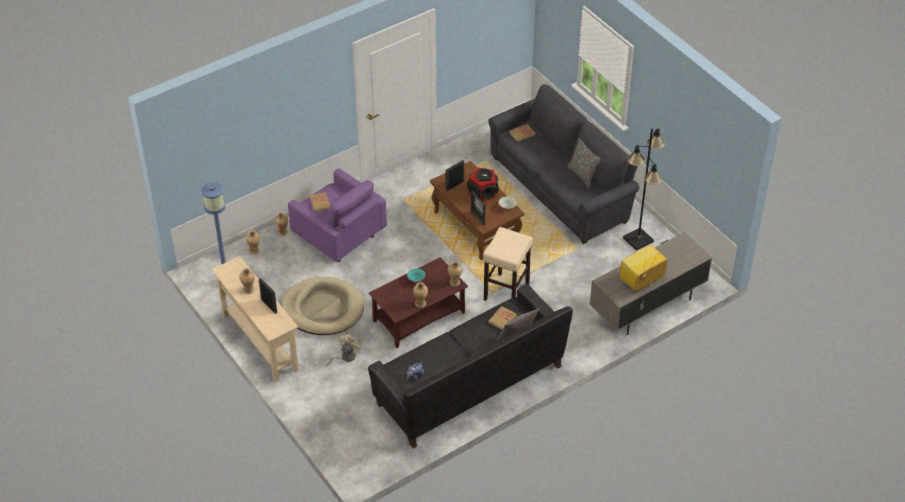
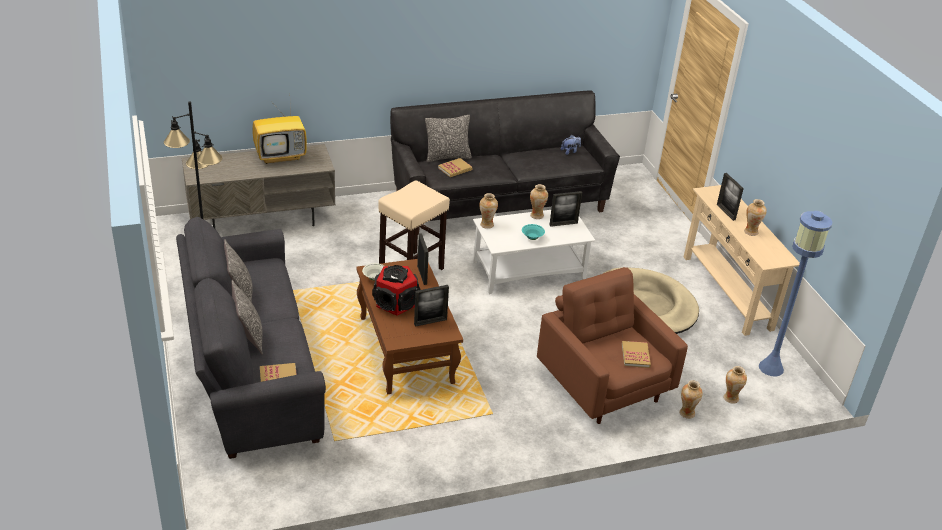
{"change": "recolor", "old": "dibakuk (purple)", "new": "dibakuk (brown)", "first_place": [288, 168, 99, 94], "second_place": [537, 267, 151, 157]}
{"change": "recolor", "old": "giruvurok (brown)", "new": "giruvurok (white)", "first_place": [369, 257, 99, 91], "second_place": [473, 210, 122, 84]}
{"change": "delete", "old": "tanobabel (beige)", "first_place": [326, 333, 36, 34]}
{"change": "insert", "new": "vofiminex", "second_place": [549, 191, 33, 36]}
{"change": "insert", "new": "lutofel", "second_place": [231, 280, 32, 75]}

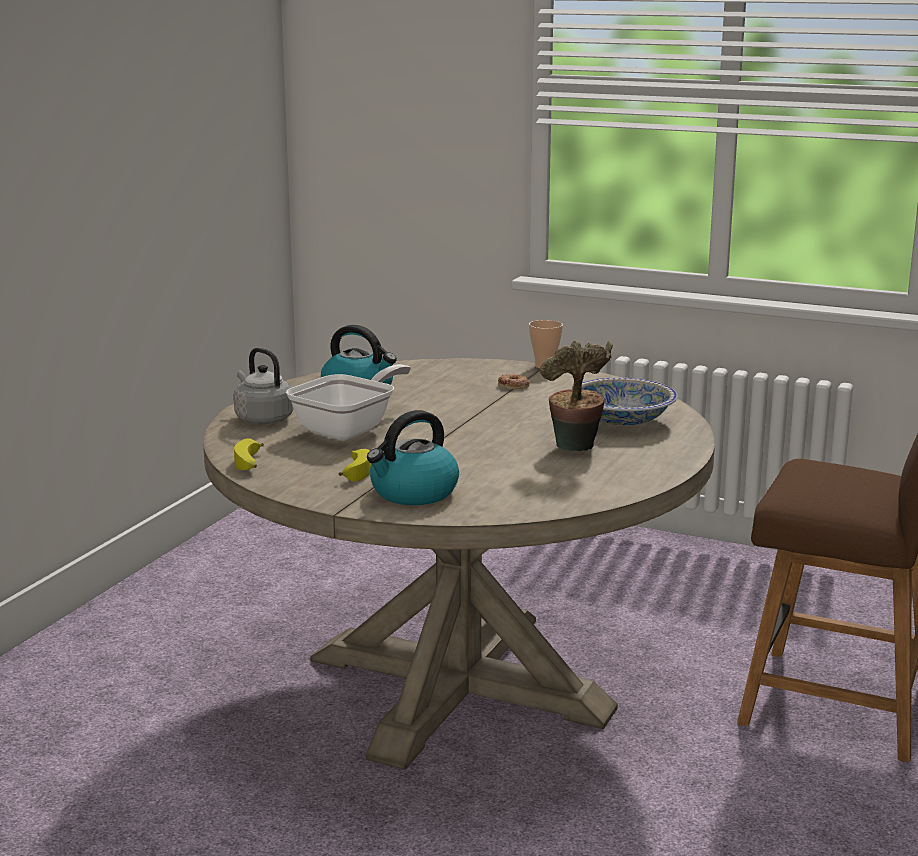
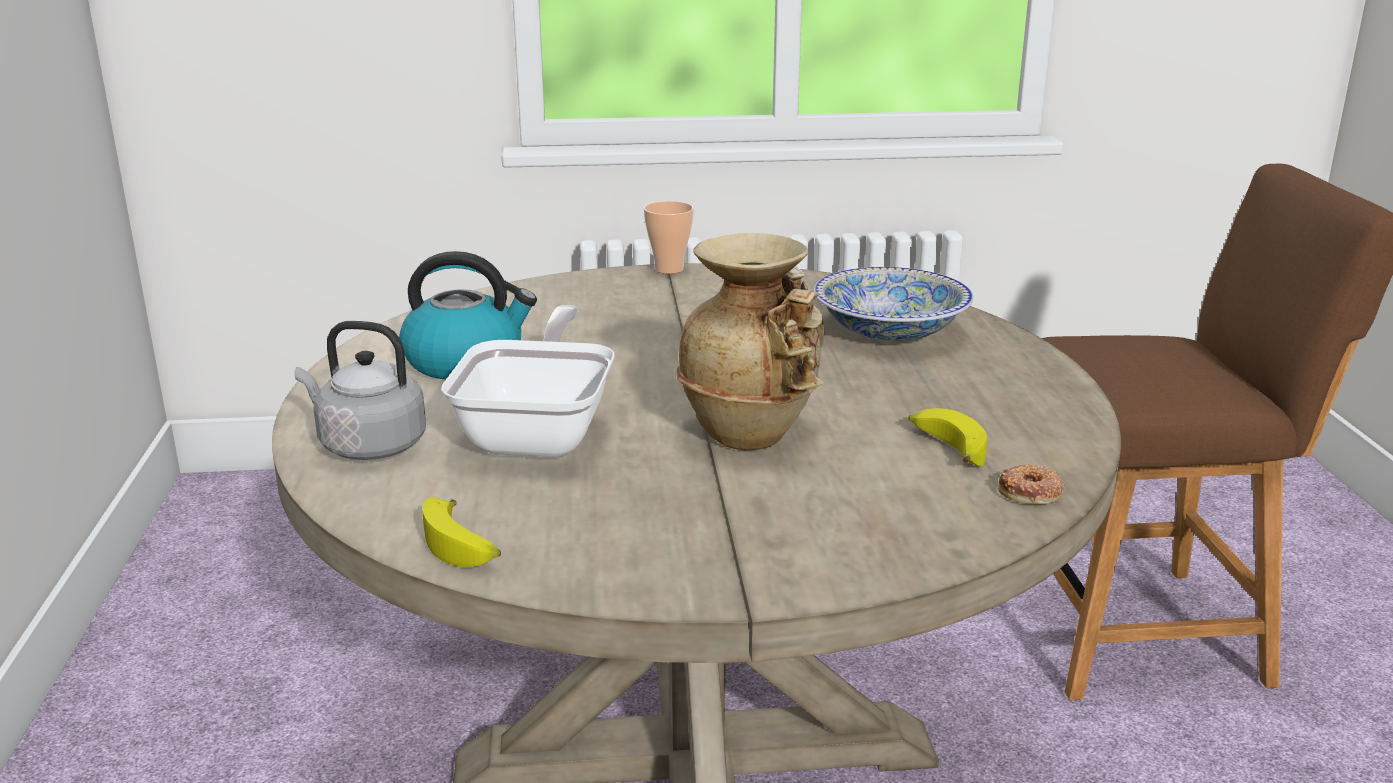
{"change": "delete", "old": "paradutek", "first_place": [540, 340, 73, 111]}
{"change": "move", "old": "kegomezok", "first_place": [498, 374, 32, 15], "second_place": [998, 464, 67, 40]}
{"change": "delete", "old": "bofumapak", "first_place": [367, 410, 92, 95]}
{"change": "move", "old": "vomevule", "first_place": [339, 449, 32, 32], "second_place": [908, 408, 79, 58]}
{"change": "insert", "new": "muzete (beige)", "second_place": [676, 233, 149, 217]}

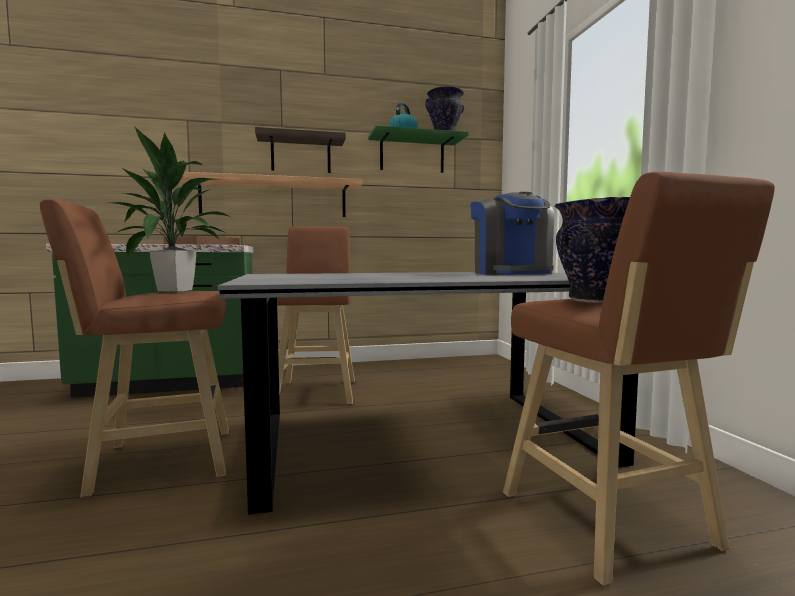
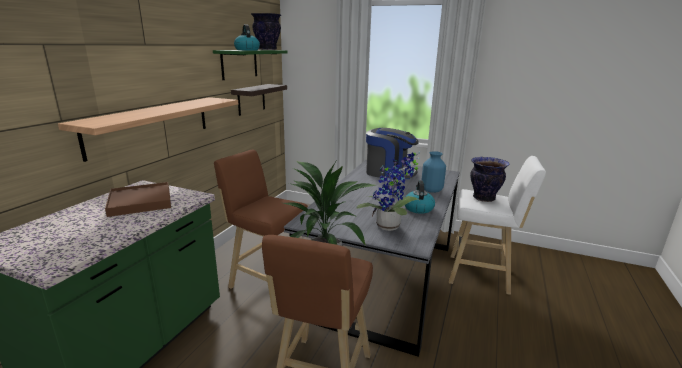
{"change": "move", "old": "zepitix", "first_place": [255, 127, 91, 46], "second_place": [231, 84, 56, 32]}
{"change": "recolor", "old": "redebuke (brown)", "new": "redebuke (white)", "first_place": [503, 172, 272, 413], "second_place": [449, 156, 97, 139]}
{"change": "insert", "new": "paradutek", "second_place": [356, 151, 65, 80]}
{"change": "insert", "new": "muzete (blue)", "second_place": [422, 151, 24, 42]}
{"change": "insert", "new": "bofumapak", "second_place": [405, 180, 30, 34]}

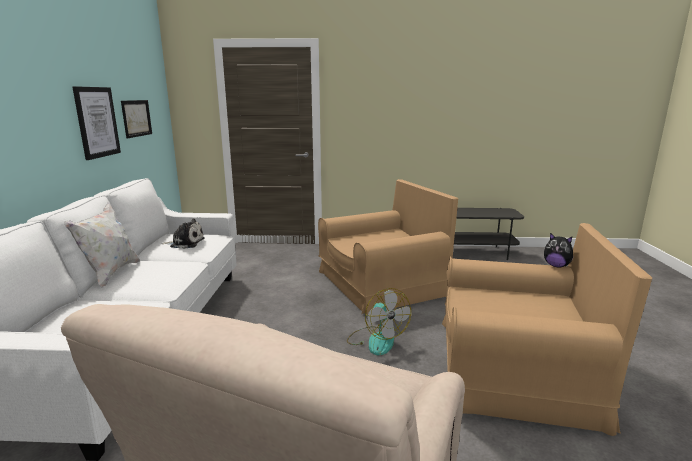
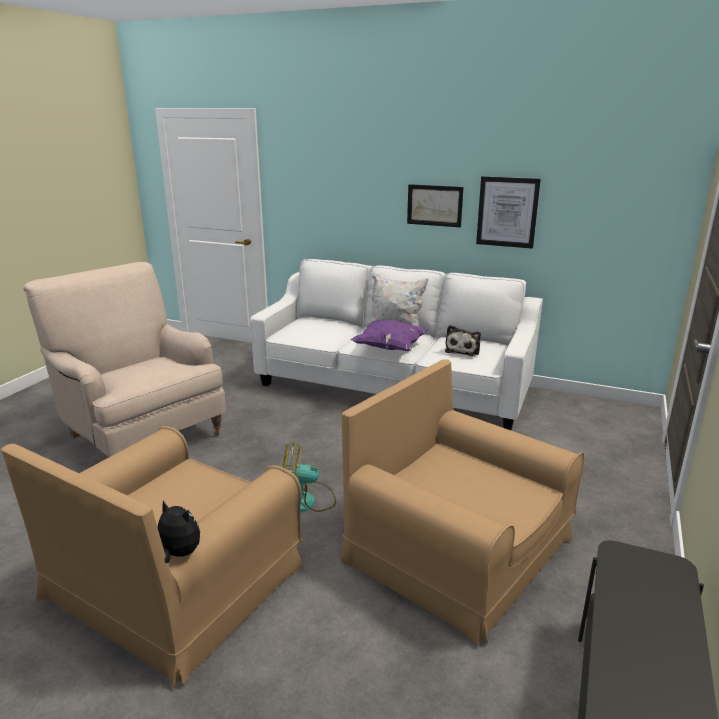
{"change": "move", "old": "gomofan", "first_place": [121, 100, 31, 38], "second_place": [407, 184, 56, 43]}
{"change": "rotate", "old": "dibakuk (brown)", "first_place": [318, 179, 140, 136], "second_place": [339, 359, 245, 287], "degrees": 135}
{"change": "rotate", "old": "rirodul", "first_place": [544, 233, 29, 35], "second_place": [158, 500, 42, 63], "degrees": 60}
{"change": "insert", "new": "lutofel (purple)", "second_place": [350, 320, 79, 31]}

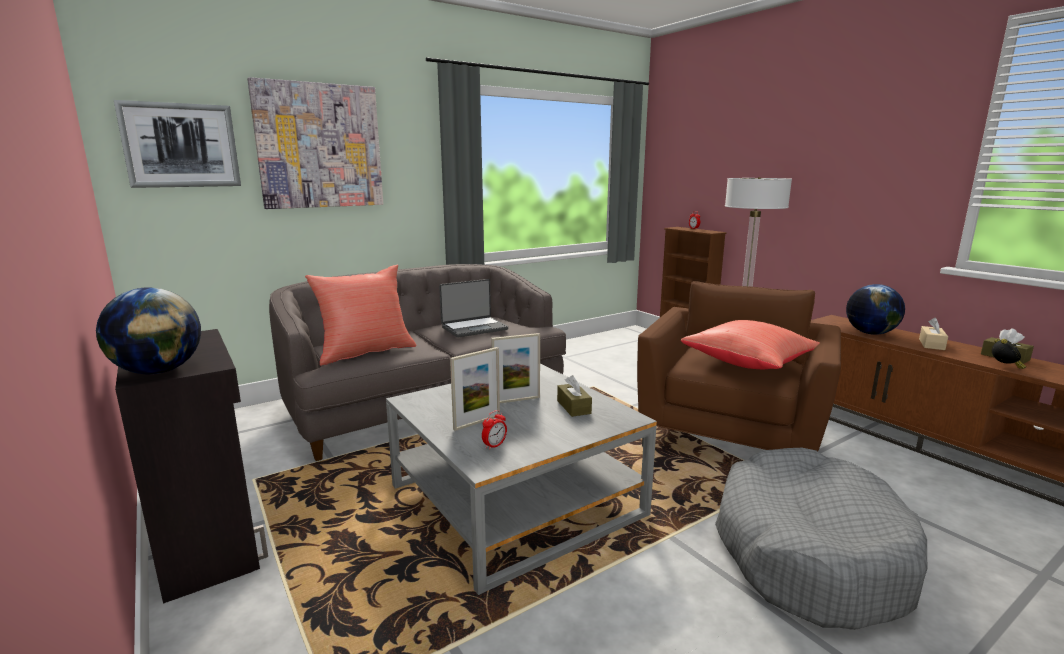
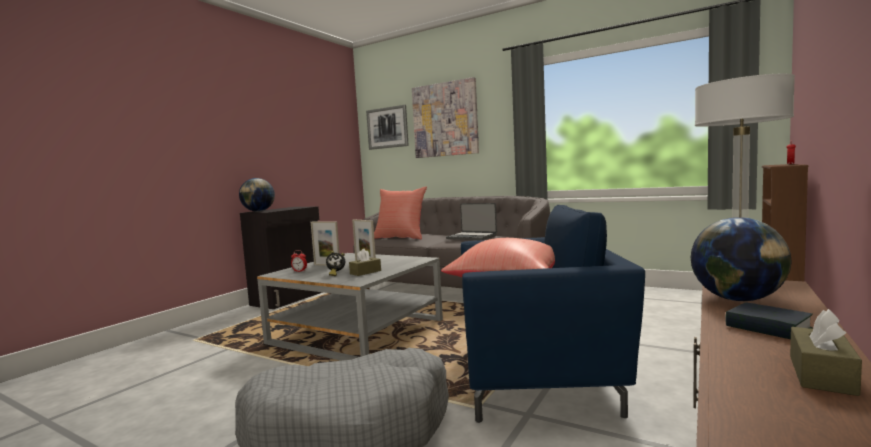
{"change": "recolor", "old": "dibakuk (brown)", "new": "dibakuk (blue)", "first_place": [637, 281, 204, 170], "second_place": [461, 205, 184, 218]}
{"change": "replace", "old": "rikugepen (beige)", "new": "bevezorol", "first_place": [919, 317, 29, 33], "second_place": [725, 302, 88, 37]}
{"change": "move", "old": "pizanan", "first_place": [992, 338, 34, 31], "second_place": [326, 251, 19, 25]}

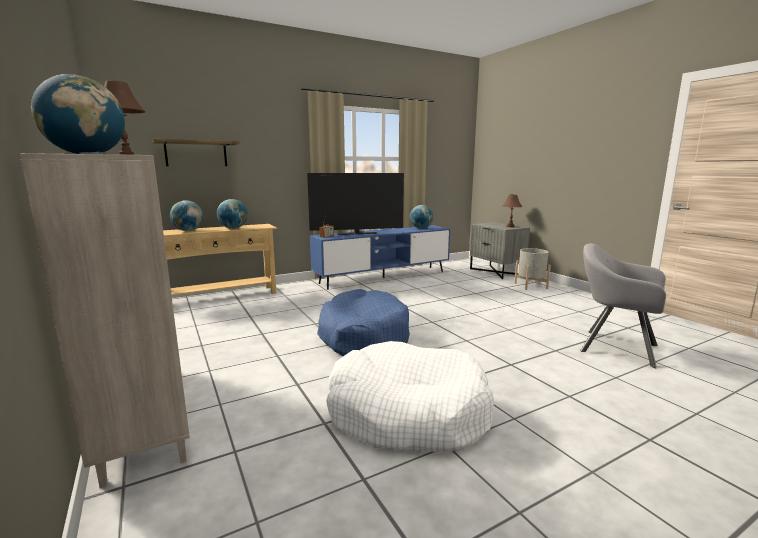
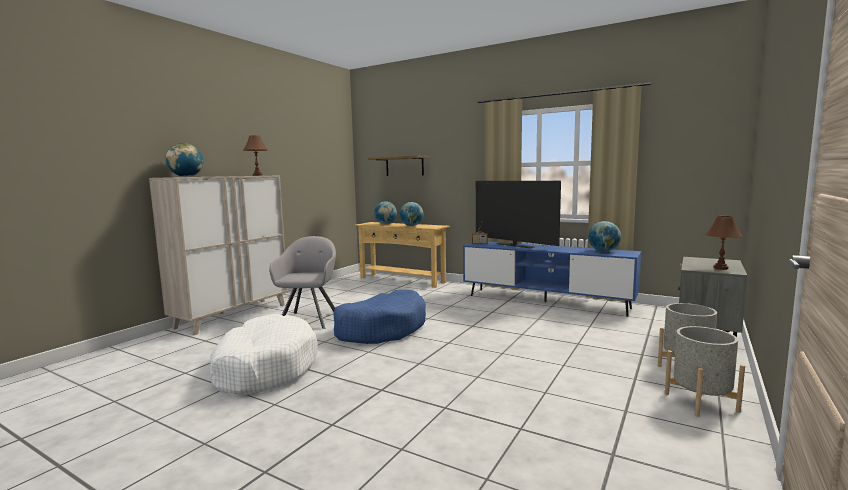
{"change": "move", "old": "dibakuk (grey)", "first_place": [580, 243, 86, 125], "second_place": [269, 236, 67, 93]}
{"change": "insert", "new": "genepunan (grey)", "second_place": [665, 326, 80, 91]}

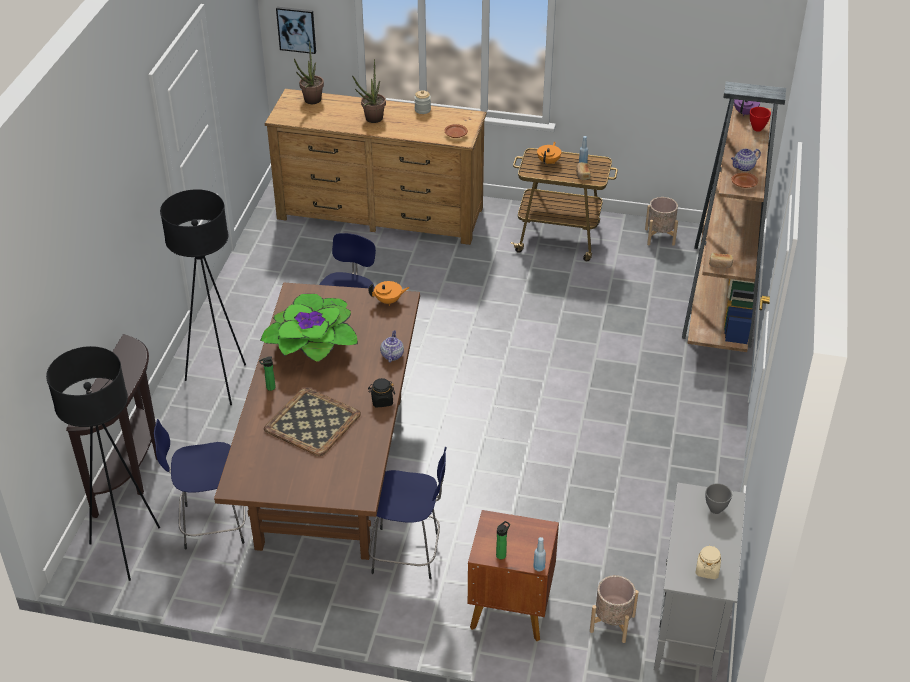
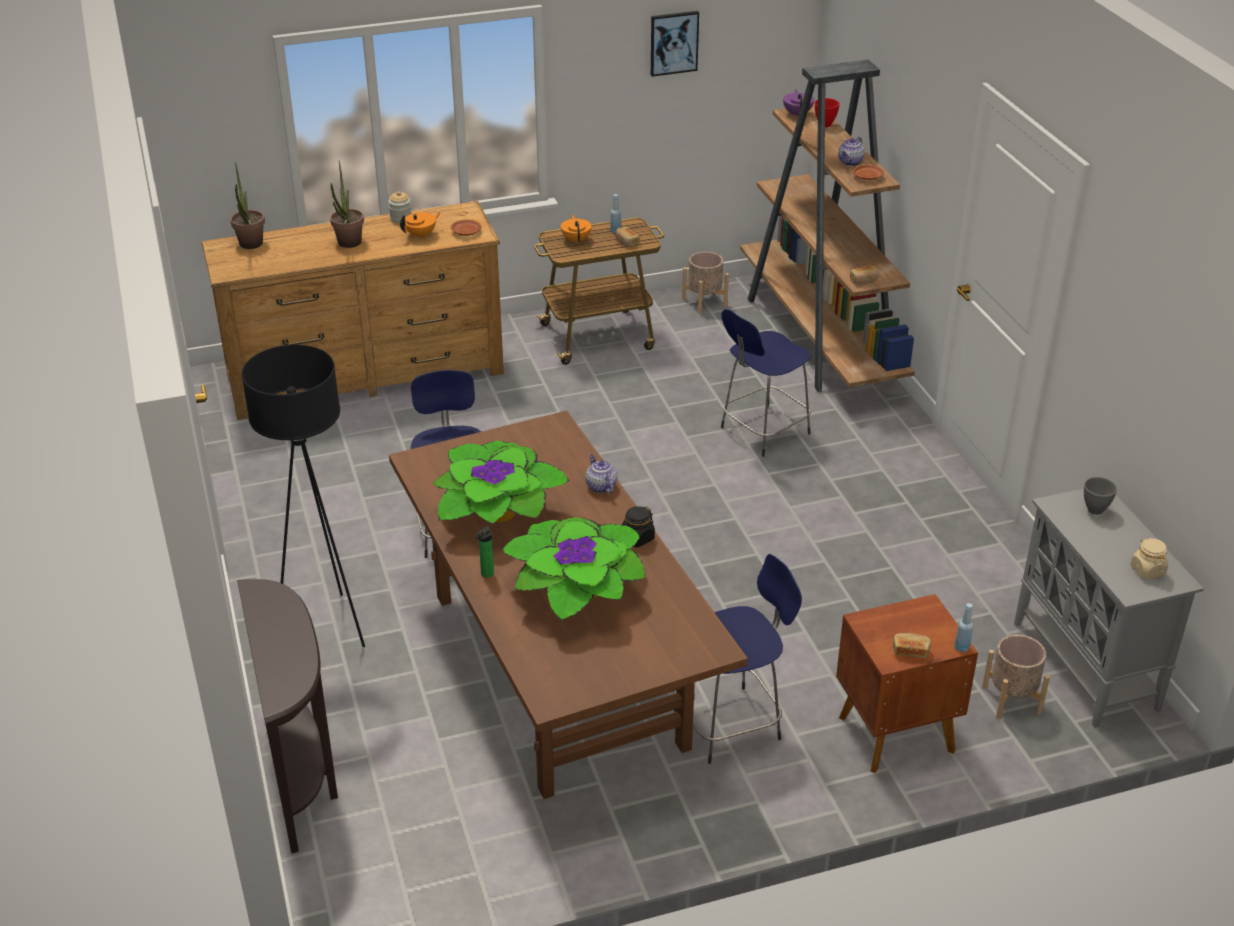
{"change": "move", "old": "gomofan", "first_place": [276, 7, 40, 47], "second_place": [651, 11, 48, 66]}
{"change": "move", "old": "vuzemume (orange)", "first_place": [368, 281, 42, 25], "second_place": [400, 212, 41, 27]}
{"change": "delete", "old": "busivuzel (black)", "first_place": [46, 346, 114, 235]}
{"change": "replace", "old": "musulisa", "new": "paradutek", "first_place": [264, 388, 97, 68], "second_place": [502, 517, 144, 104]}
{"change": "move", "old": "redebuke (blue)", "first_place": [154, 419, 91, 131], "second_place": [721, 309, 90, 148]}
{"change": "replace", "old": "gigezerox", "new": "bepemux", "first_place": [496, 521, 14, 38], "second_place": [893, 633, 38, 25]}

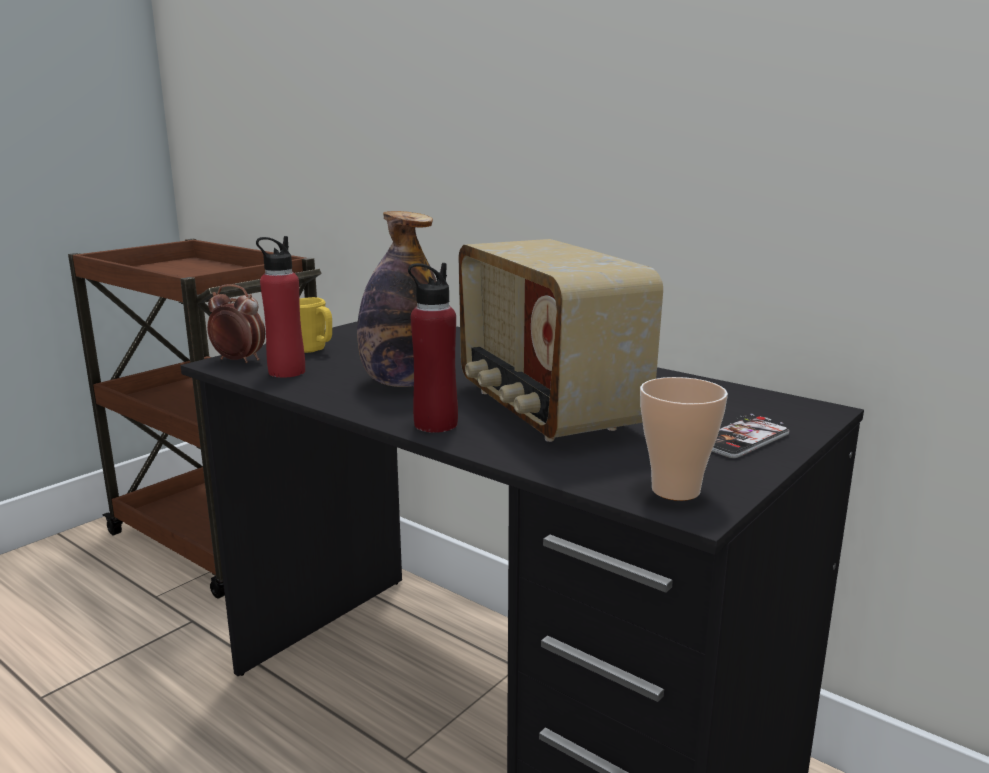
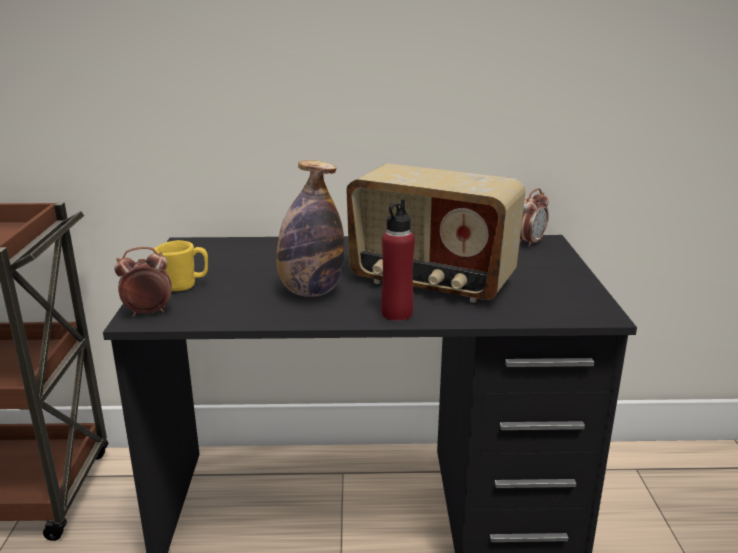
{"change": "delete", "old": "gigezerox (red)", "first_place": [256, 236, 49, 142]}
{"change": "delete", "old": "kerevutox", "first_place": [640, 377, 88, 124]}
{"change": "delete", "old": "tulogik", "first_place": [712, 413, 77, 45]}
{"change": "insert", "new": "pizanan", "second_place": [520, 189, 29, 58]}

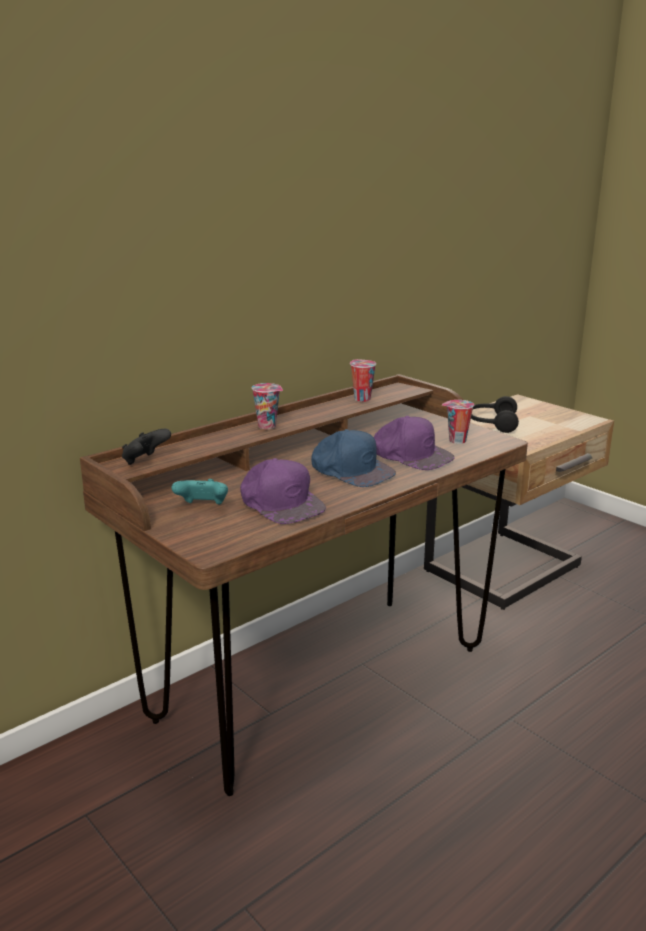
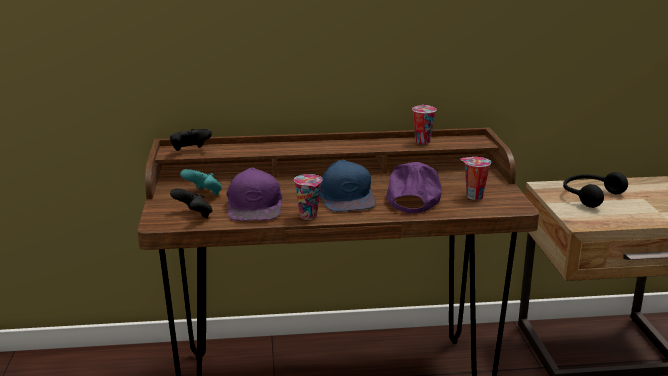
{"change": "move", "old": "kerevutox", "first_place": [251, 383, 32, 46], "second_place": [294, 174, 29, 46]}
{"change": "rotate", "old": "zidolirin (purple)", "first_place": [374, 416, 80, 54], "second_place": [386, 162, 56, 51], "degrees": -150}
{"change": "insert", "new": "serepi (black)", "second_place": [170, 188, 43, 30]}

